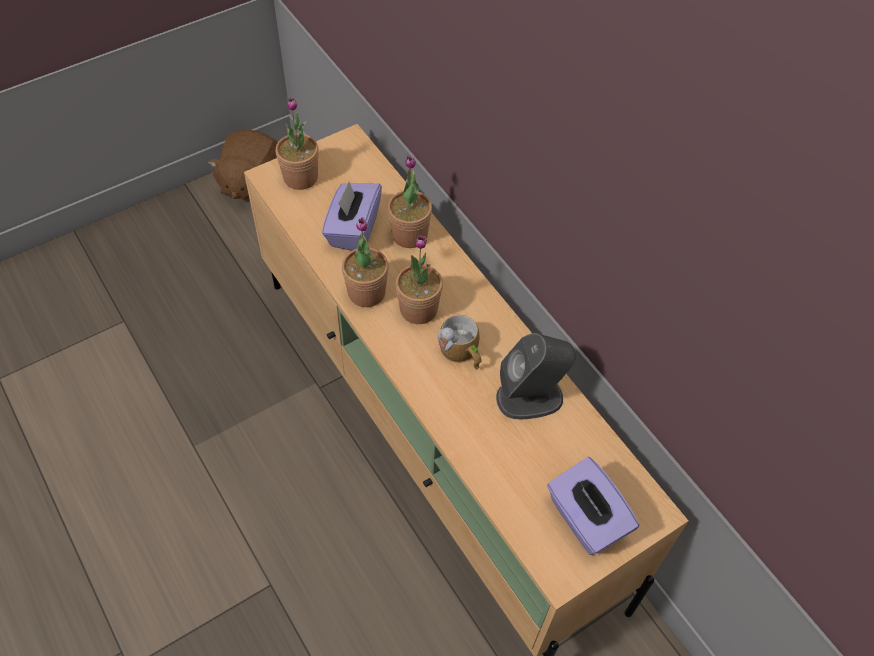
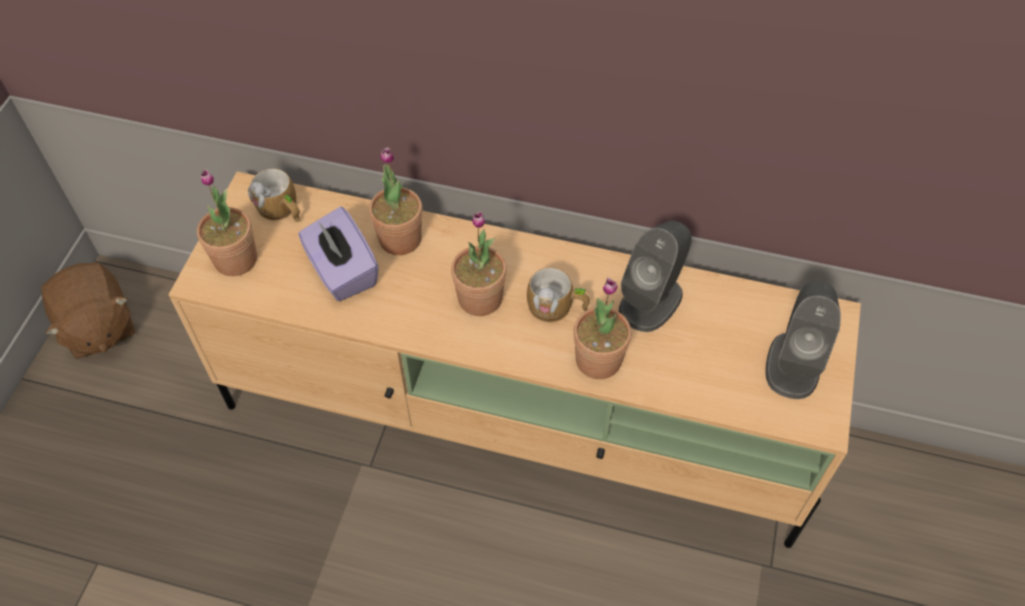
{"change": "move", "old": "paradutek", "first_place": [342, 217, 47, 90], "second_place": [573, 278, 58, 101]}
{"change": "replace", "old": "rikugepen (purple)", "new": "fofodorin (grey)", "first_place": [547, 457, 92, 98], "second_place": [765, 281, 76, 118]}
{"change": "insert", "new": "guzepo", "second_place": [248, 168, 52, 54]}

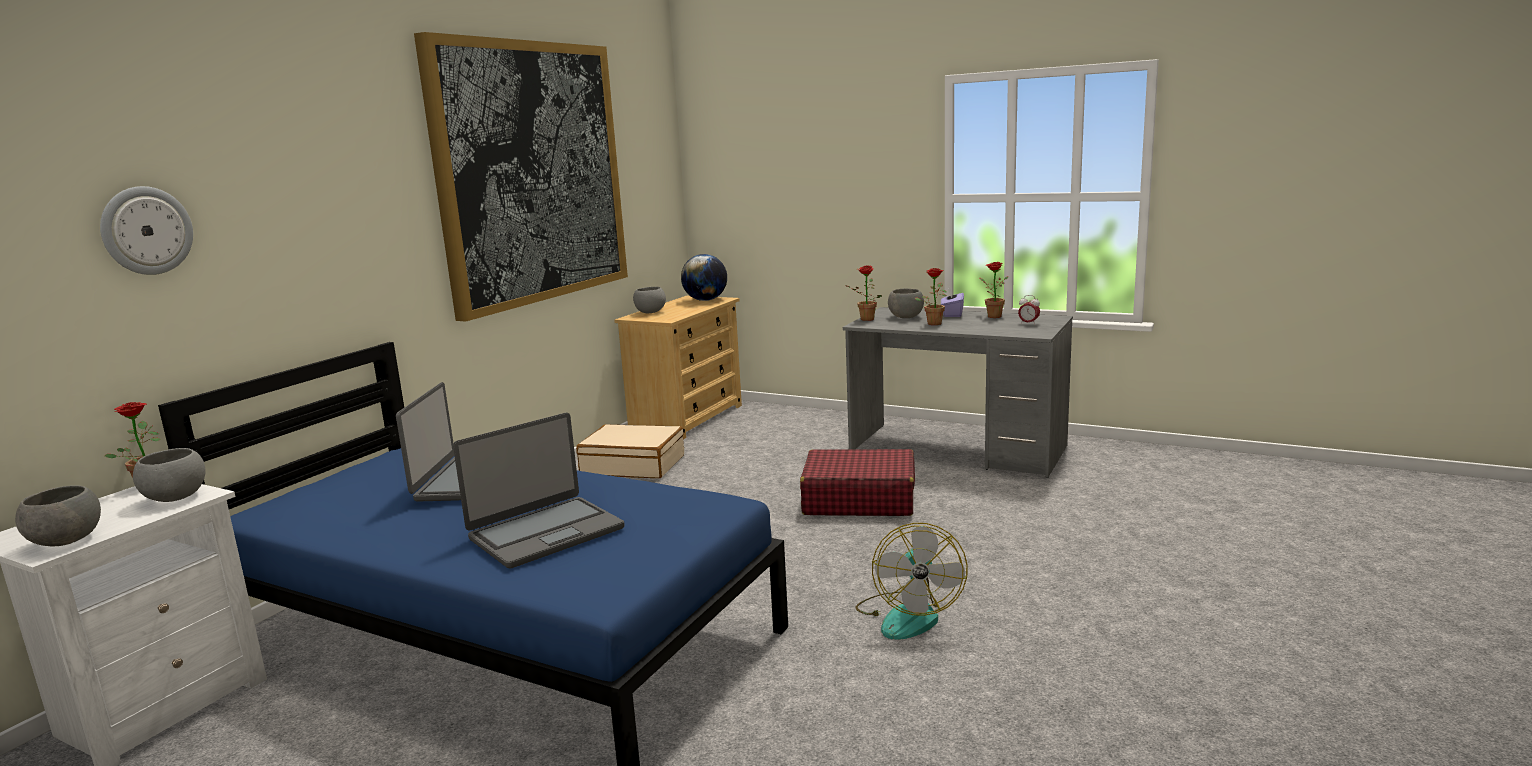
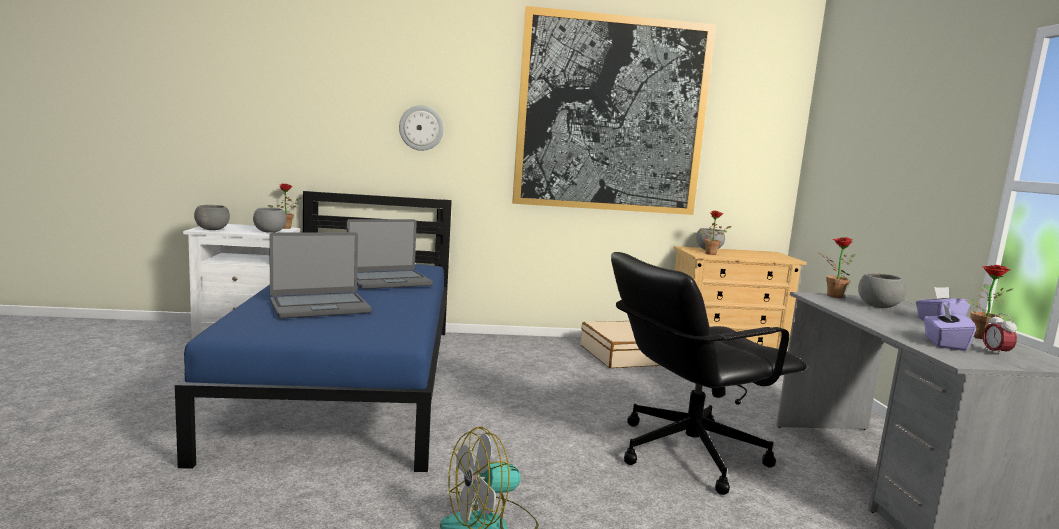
{"change": "move", "old": "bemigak", "first_place": [100, 186, 93, 89], "second_place": [399, 105, 45, 46]}
{"change": "delete", "old": "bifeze", "first_place": [681, 254, 46, 47]}
{"change": "move", "old": "paradutek", "first_place": [914, 268, 33, 57], "second_place": [699, 211, 33, 44]}
{"change": "rotate", "old": "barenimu", "first_place": [453, 413, 172, 156], "second_place": [269, 232, 103, 87], "degrees": -45}
{"change": "replace", "old": "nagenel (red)", "new": "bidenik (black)", "first_place": [800, 449, 115, 67], "second_place": [611, 252, 196, 243]}
{"change": "insert", "new": "rikugepen (purple)", "second_place": [924, 303, 52, 48]}

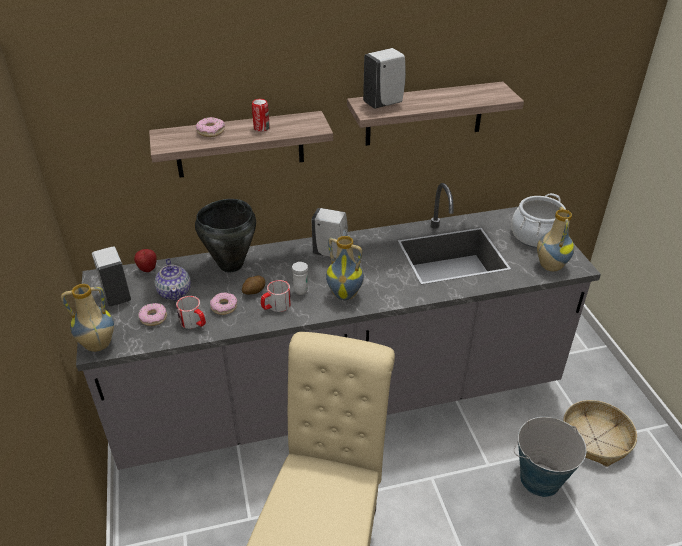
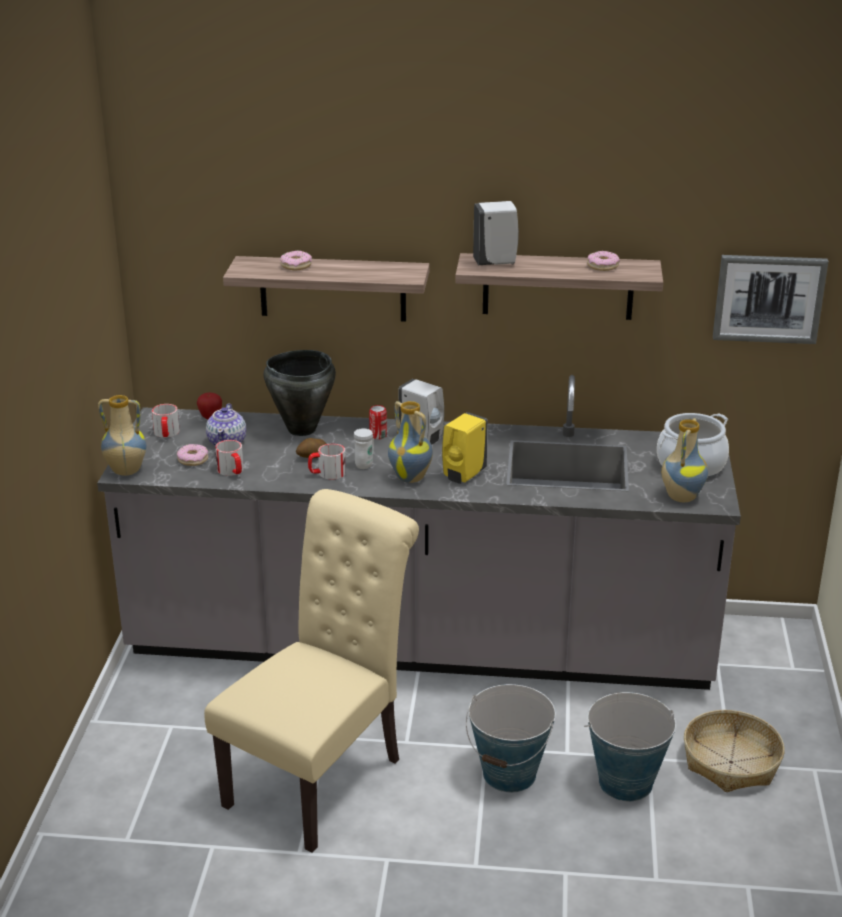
{"change": "move", "old": "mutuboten", "first_place": [252, 99, 18, 33], "second_place": [369, 405, 18, 35]}
{"change": "replace", "old": "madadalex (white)", "new": "guzepo", "first_place": [92, 246, 39, 61], "second_place": [152, 404, 28, 34]}
{"change": "move", "old": "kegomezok", "first_place": [210, 292, 28, 23], "second_place": [587, 251, 33, 20]}
{"change": "insert", "new": "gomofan", "second_place": [713, 255, 115, 89]}
{"change": "insert", "new": "madadalex (yellow)", "second_place": [442, 412, 46, 72]}
{"change": "insert", "new": "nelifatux", "second_place": [466, 684, 90, 109]}

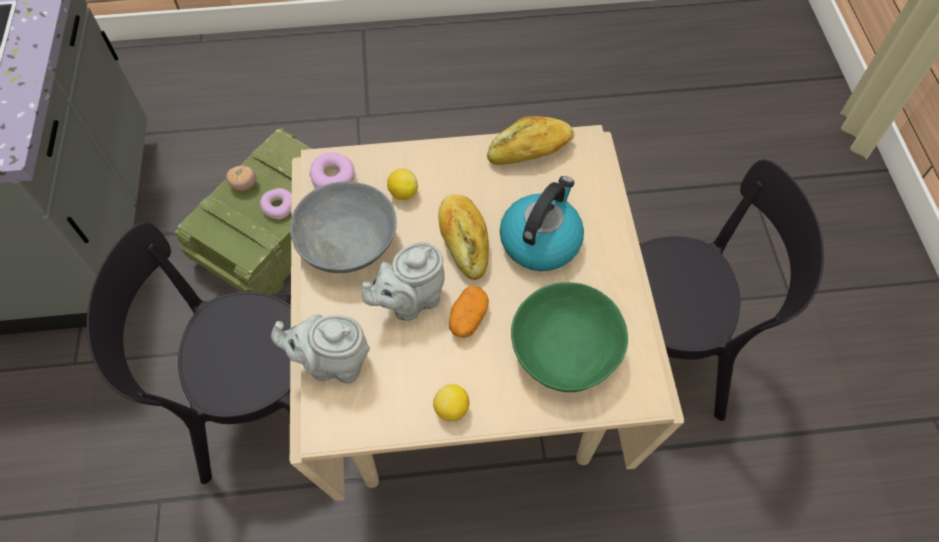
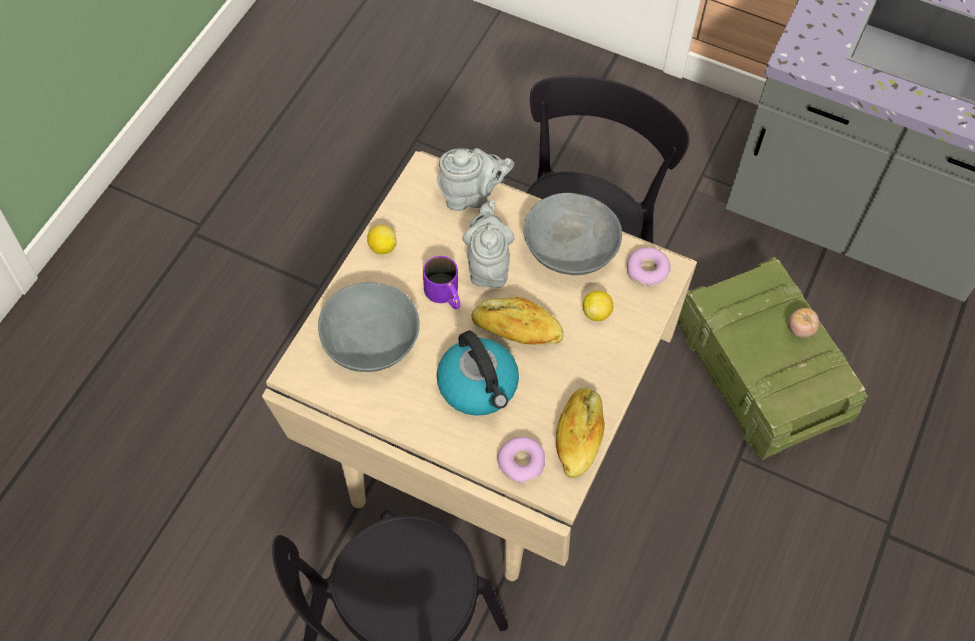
{"change": "move", "old": "kegomezok", "first_place": [260, 188, 32, 31], "second_place": [497, 437, 48, 46]}
{"change": "recolor", "old": "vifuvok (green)", "new": "vifuvok (grey)", "first_place": [511, 282, 117, 110], "second_place": [318, 282, 102, 90]}
{"change": "replace", "old": "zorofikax", "new": "guzepo (purple)", "first_place": [449, 285, 40, 53], "second_place": [423, 256, 37, 53]}
{"change": "rotate", "old": "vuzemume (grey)", "first_place": [271, 314, 99, 70], "second_place": [437, 148, 77, 63], "degrees": 45}

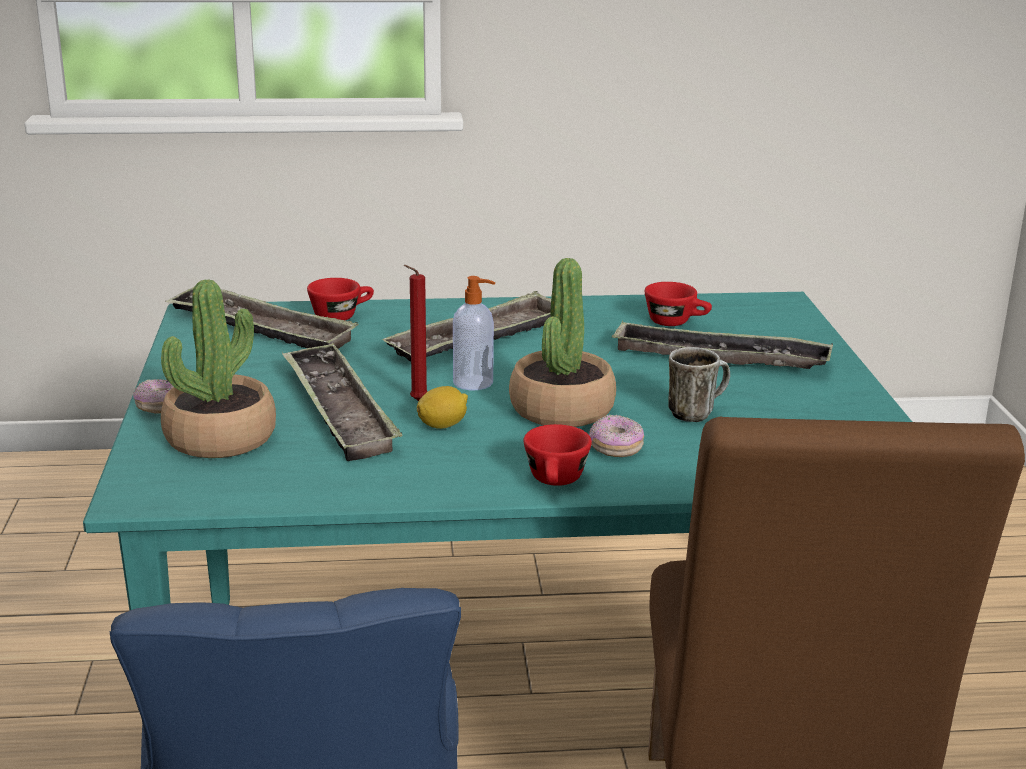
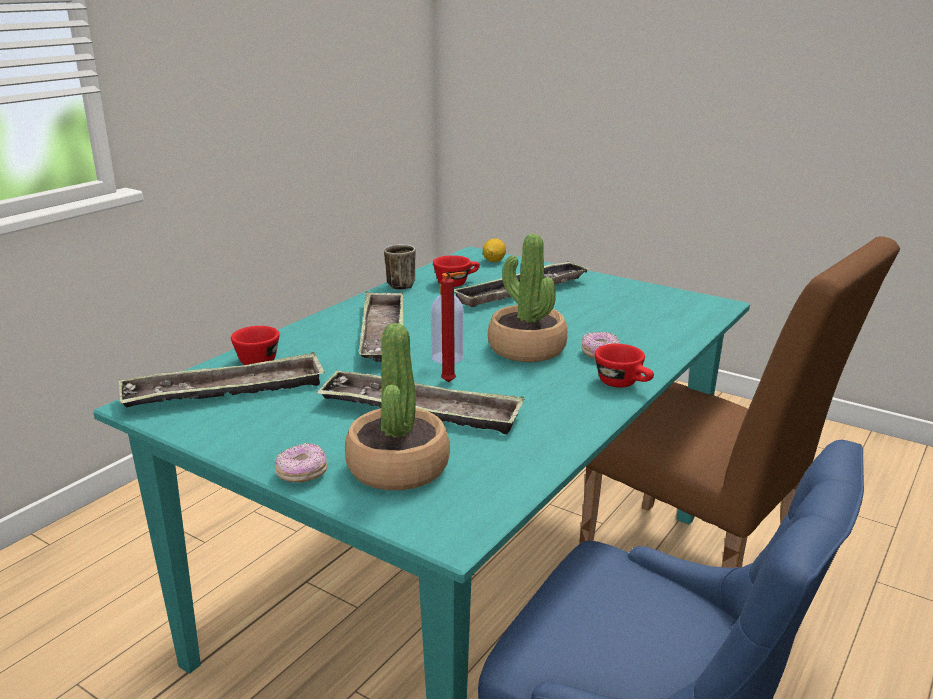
{"change": "move", "old": "guzepo", "first_place": [668, 347, 62, 75], "second_place": [384, 244, 32, 46]}
{"change": "move", "old": "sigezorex", "first_place": [417, 386, 51, 43], "second_place": [483, 238, 23, 24]}

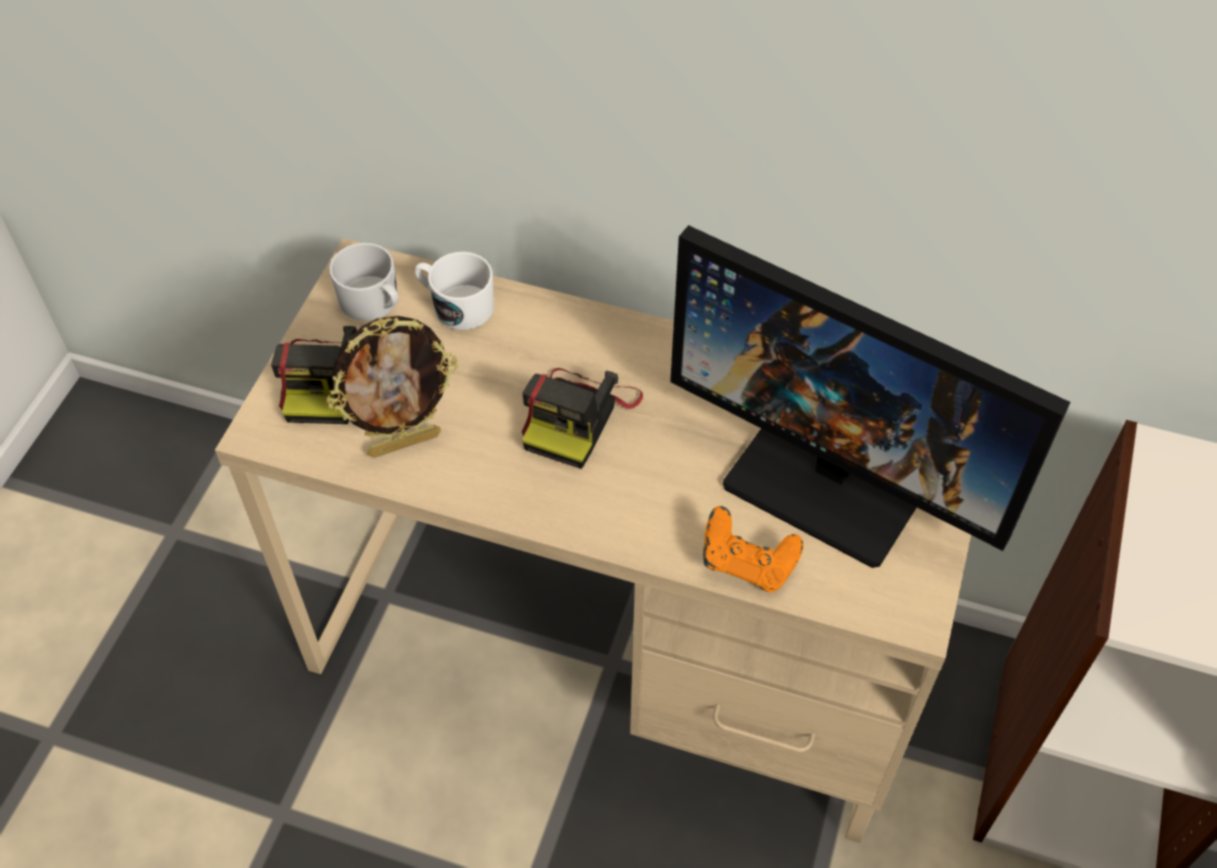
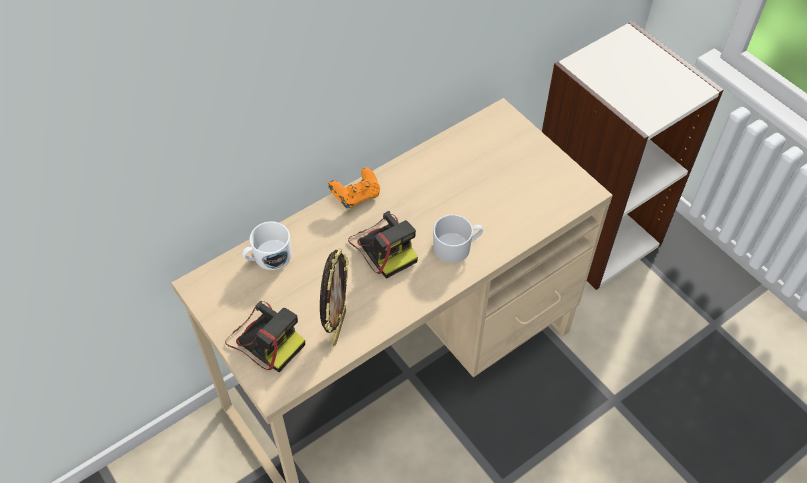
{"change": "delete", "old": "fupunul", "first_place": [670, 225, 400, 343]}
{"change": "move", "old": "guzepo (white)", "first_place": [329, 243, 70, 78], "second_place": [433, 214, 50, 49]}
{"change": "move", "old": "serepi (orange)", "first_place": [703, 506, 100, 86], "second_place": [328, 167, 52, 42]}

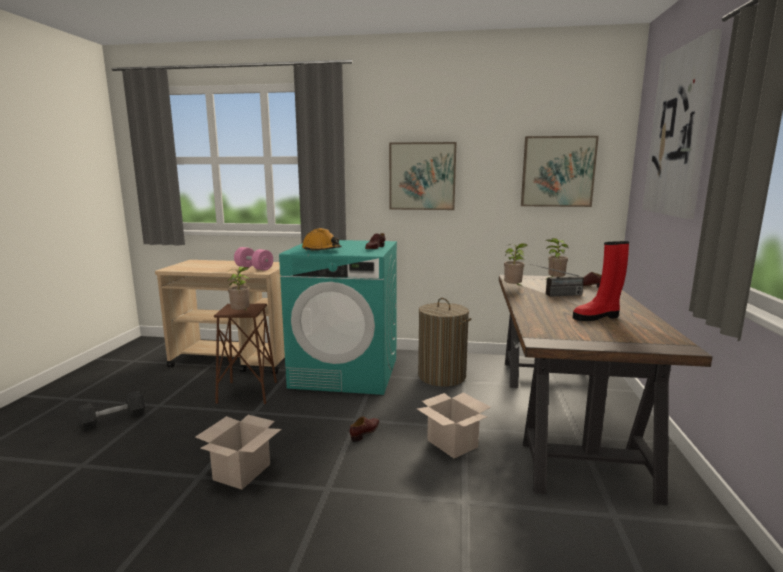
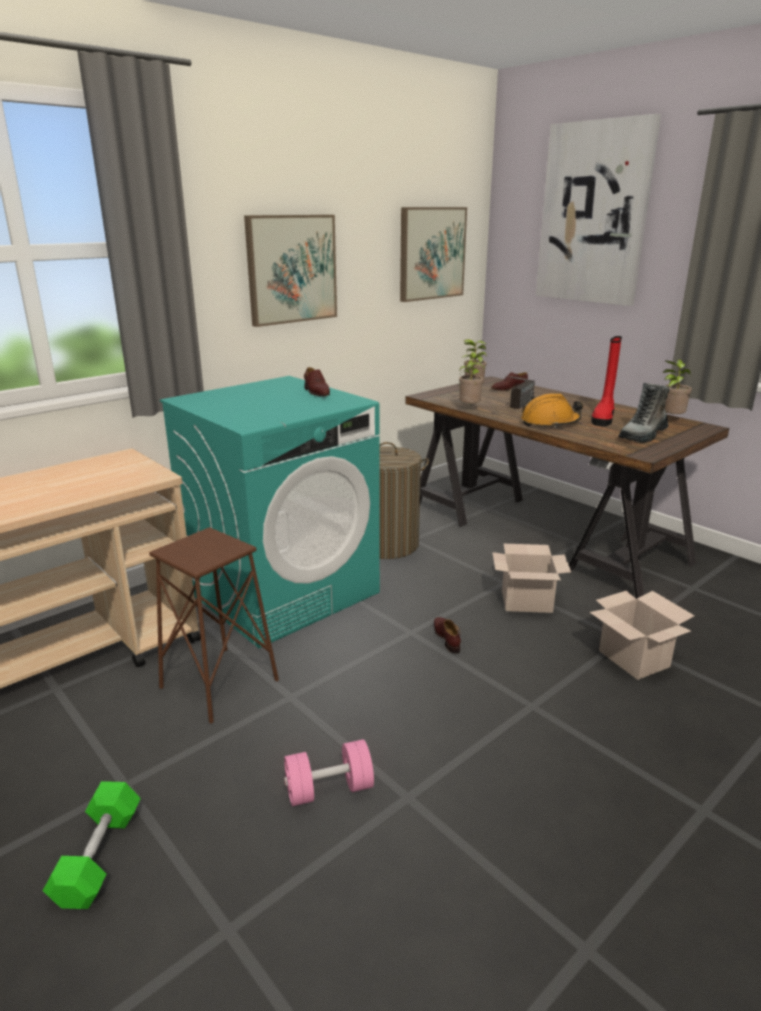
{"change": "move", "old": "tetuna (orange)", "first_place": [302, 228, 40, 23], "second_place": [521, 393, 62, 35]}
{"change": "move", "old": "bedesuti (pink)", "first_place": [234, 247, 39, 23], "second_place": [284, 739, 90, 67]}
{"change": "move", "old": "paradutek", "first_place": [227, 266, 23, 44], "second_place": [663, 359, 29, 55]}
{"change": "recolor", "old": "bedesuti (black)", "new": "bedesuti (green)", "first_place": [76, 391, 69, 40], "second_place": [43, 781, 98, 128]}
{"change": "move", "old": "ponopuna", "first_place": [196, 415, 86, 74], "second_place": [589, 591, 106, 89]}
{"change": "insert", "new": "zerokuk", "second_place": [618, 383, 51, 60]}

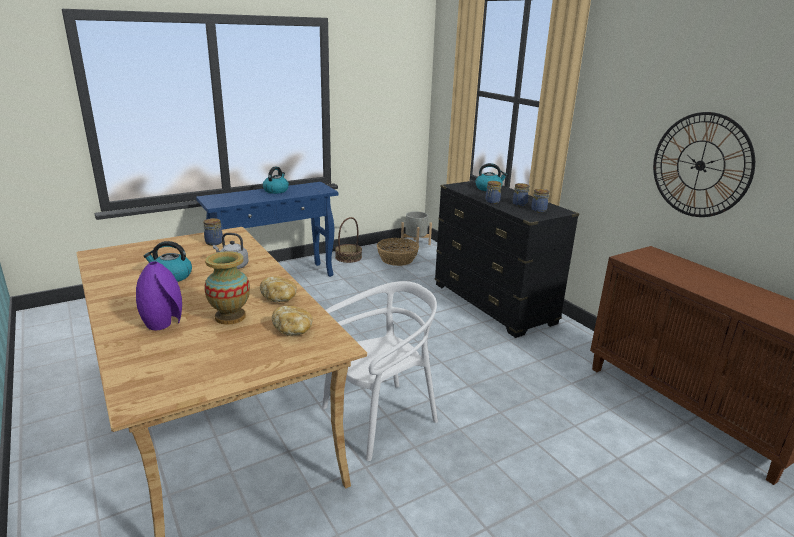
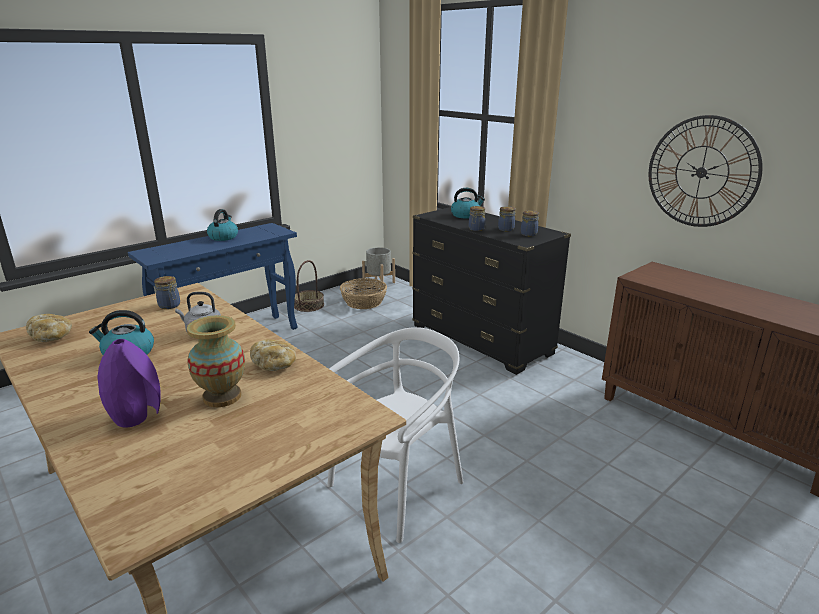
{"change": "move", "old": "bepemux", "first_place": [272, 306, 41, 30], "second_place": [26, 314, 46, 28]}

